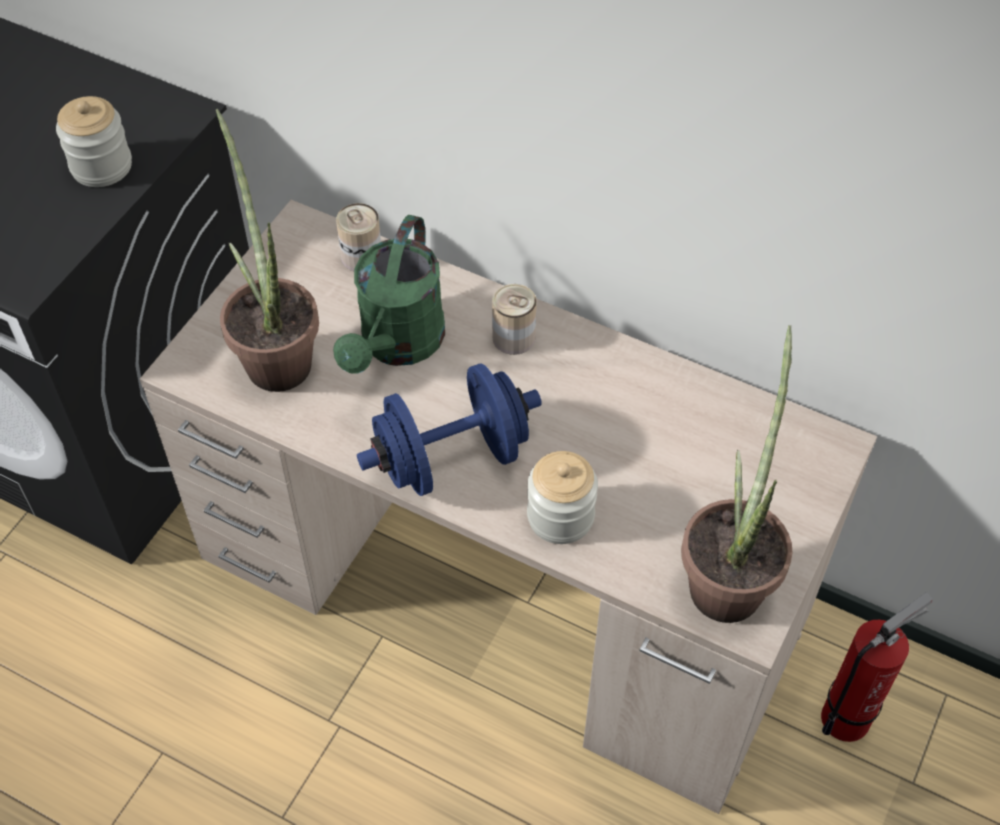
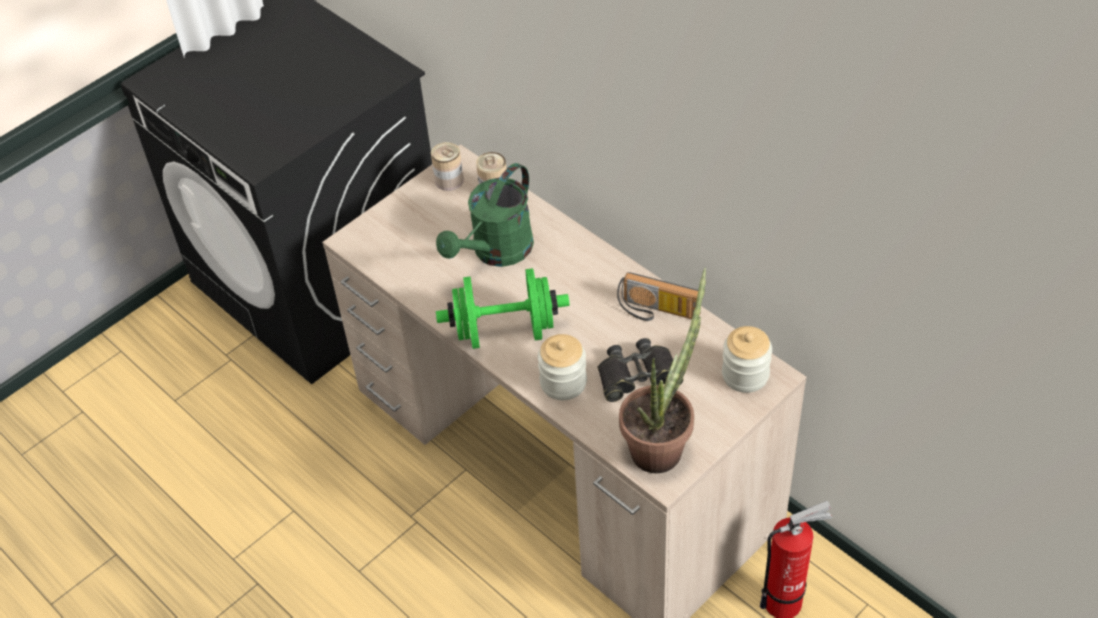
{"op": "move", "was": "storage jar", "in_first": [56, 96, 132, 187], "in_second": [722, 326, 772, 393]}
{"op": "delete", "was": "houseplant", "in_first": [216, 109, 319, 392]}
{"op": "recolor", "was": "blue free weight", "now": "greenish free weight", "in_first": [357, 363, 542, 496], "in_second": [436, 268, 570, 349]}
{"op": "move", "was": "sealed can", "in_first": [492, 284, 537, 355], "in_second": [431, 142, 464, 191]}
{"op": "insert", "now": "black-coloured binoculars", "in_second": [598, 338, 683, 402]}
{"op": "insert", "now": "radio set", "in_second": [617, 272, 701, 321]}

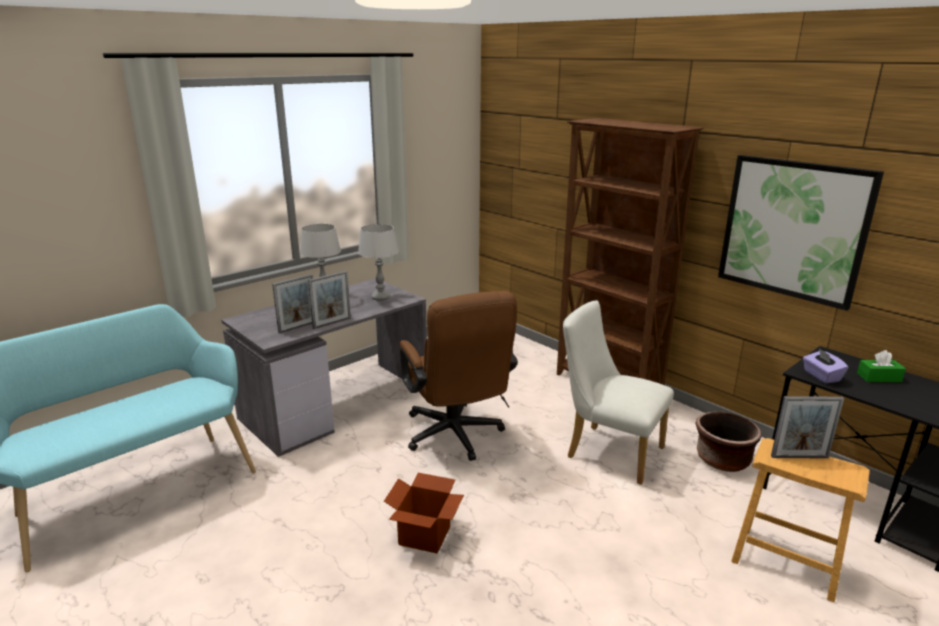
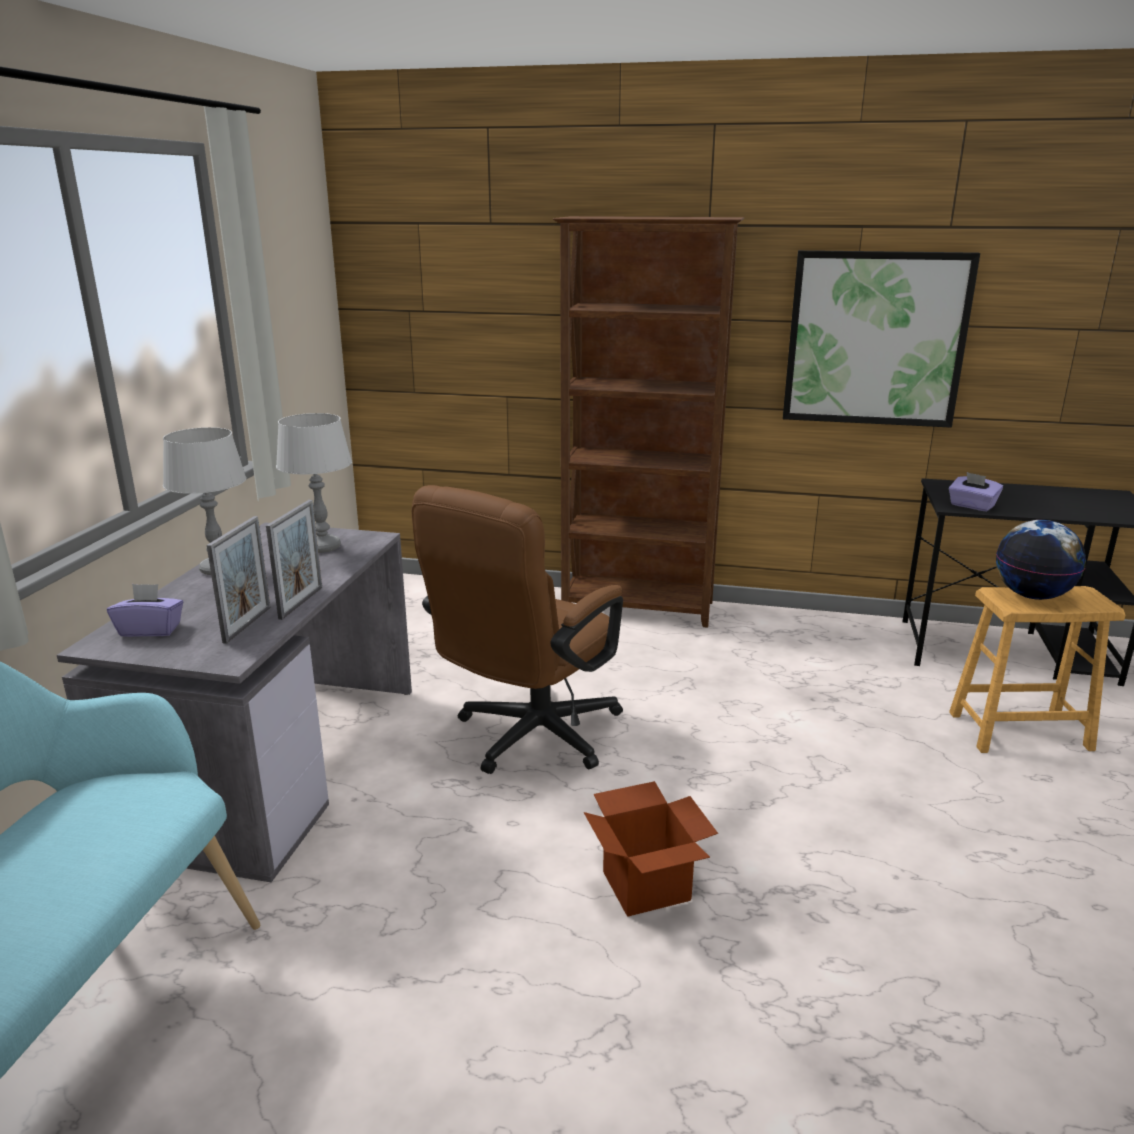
{"op": "rotate", "was": "brown-coloured computer chair", "in_first": [399, 291, 518, 461], "in_second": [412, 485, 623, 774], "clockwise": 90}
{"op": "delete", "was": "white-coloured chair", "in_first": [563, 300, 674, 485]}
{"op": "delete", "was": "brown-coloured flower pot", "in_first": [695, 411, 762, 472]}
{"op": "replace", "was": "standing frame", "now": "globe", "in_first": [771, 396, 844, 458], "in_second": [996, 520, 1086, 600]}
{"op": "delete", "was": "greenish tissue holder", "in_first": [857, 350, 906, 382]}
{"op": "insert", "now": "purple tissue holder", "in_second": [107, 584, 183, 637]}

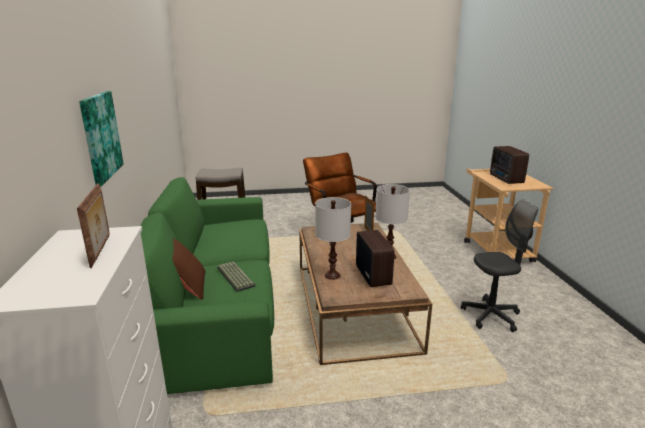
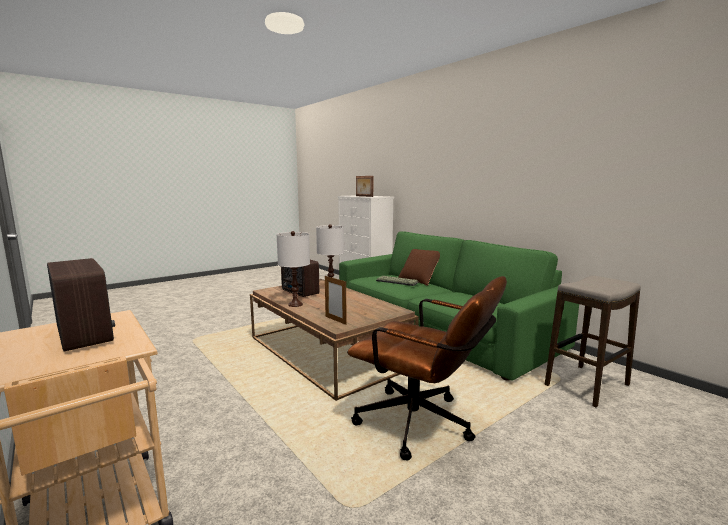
{"op": "delete", "was": "wall picture", "in_first": [79, 91, 124, 186]}
{"op": "delete", "was": "greyish computer chair", "in_first": [461, 200, 538, 332]}

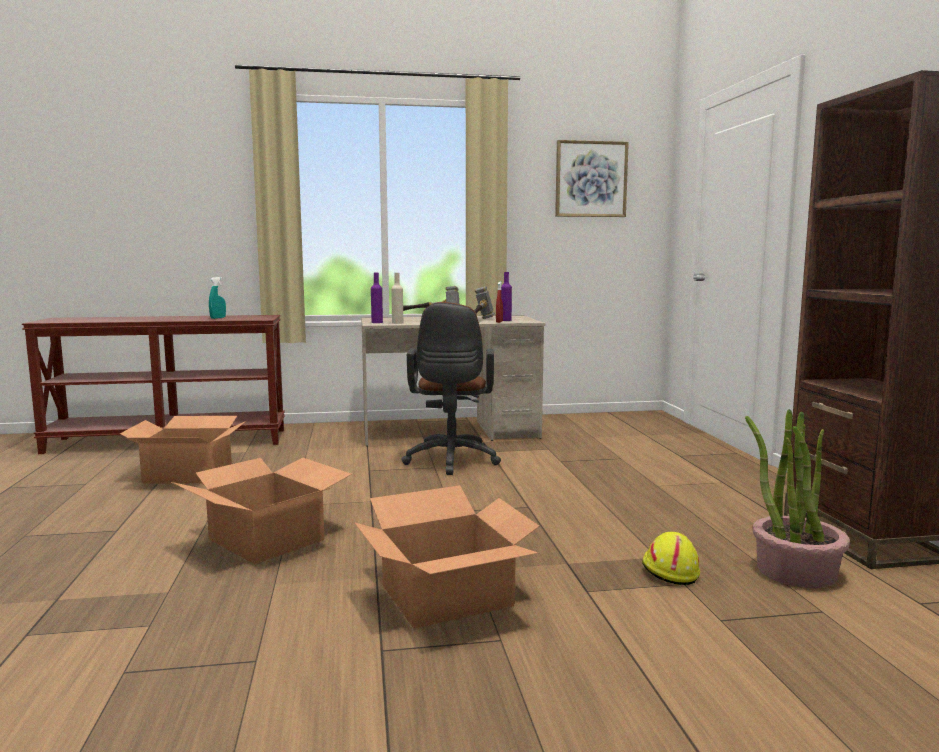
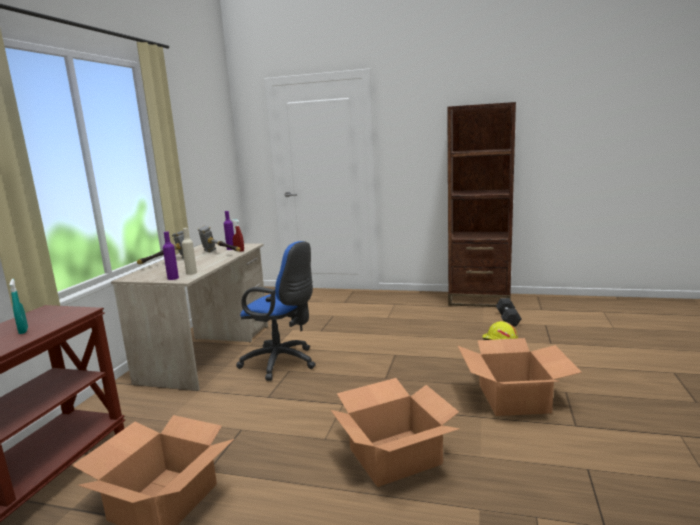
{"op": "recolor", "was": "brown-coloured computer chair", "now": "blue computer chair", "in_first": [401, 302, 501, 475], "in_second": [236, 241, 316, 381]}
{"op": "delete", "was": "wall picture", "in_first": [555, 140, 629, 217]}
{"op": "replace", "was": "houseplant", "now": "greyish free weight", "in_first": [745, 409, 850, 588], "in_second": [496, 298, 521, 327]}

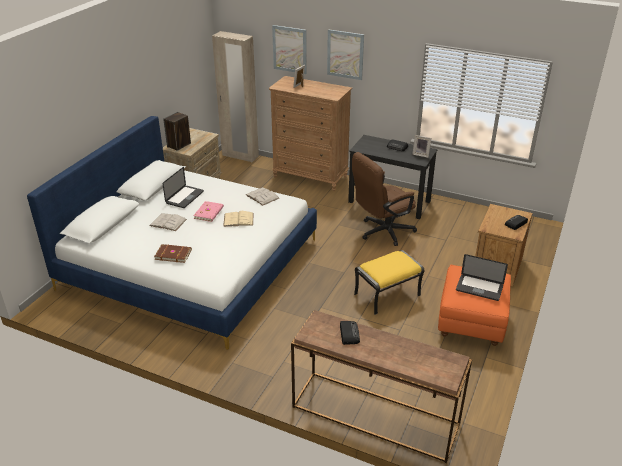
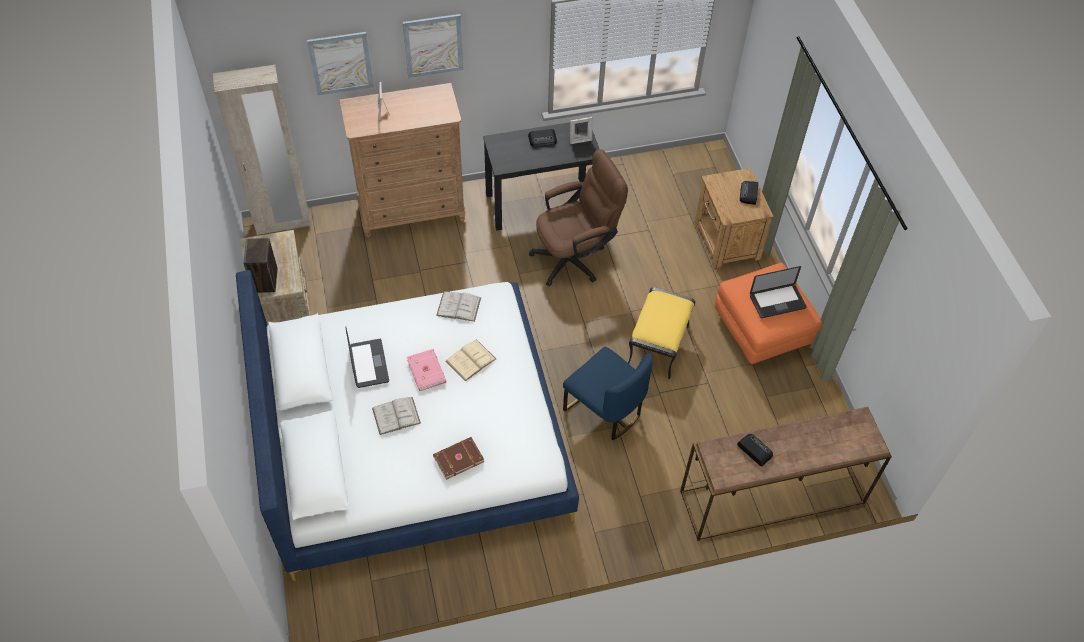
{"op": "rotate", "was": "brown-coloured computer chair", "in_first": [352, 152, 417, 246], "in_second": [529, 149, 628, 286], "clockwise": -135}
{"op": "insert", "now": "blue chair", "in_second": [563, 347, 653, 440]}

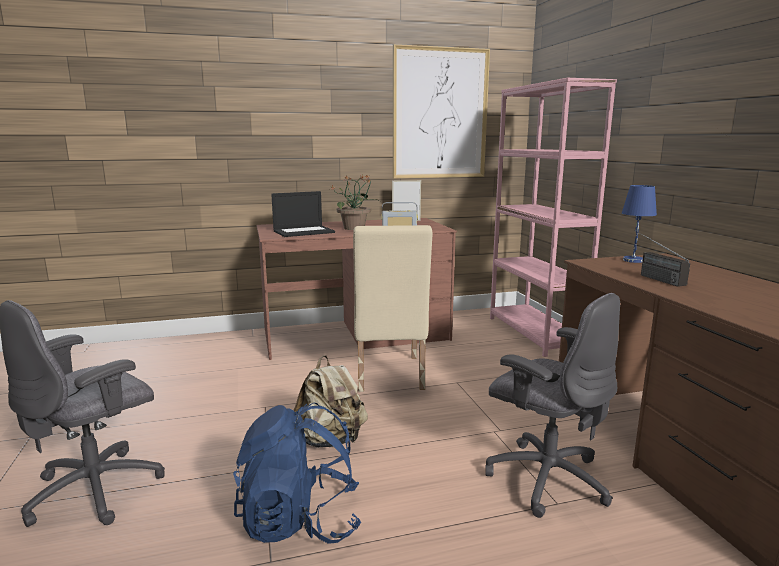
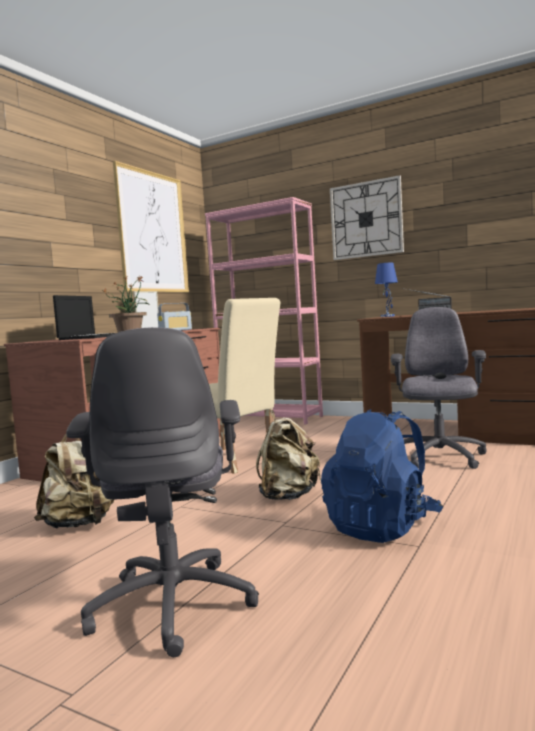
{"op": "rotate", "was": "greyish computer chair", "in_first": [485, 293, 620, 518], "in_second": [391, 307, 487, 469], "clockwise": -75}
{"op": "insert", "now": "beige backpack", "in_second": [34, 434, 114, 529]}
{"op": "insert", "now": "hanging clock", "in_second": [330, 175, 404, 260]}

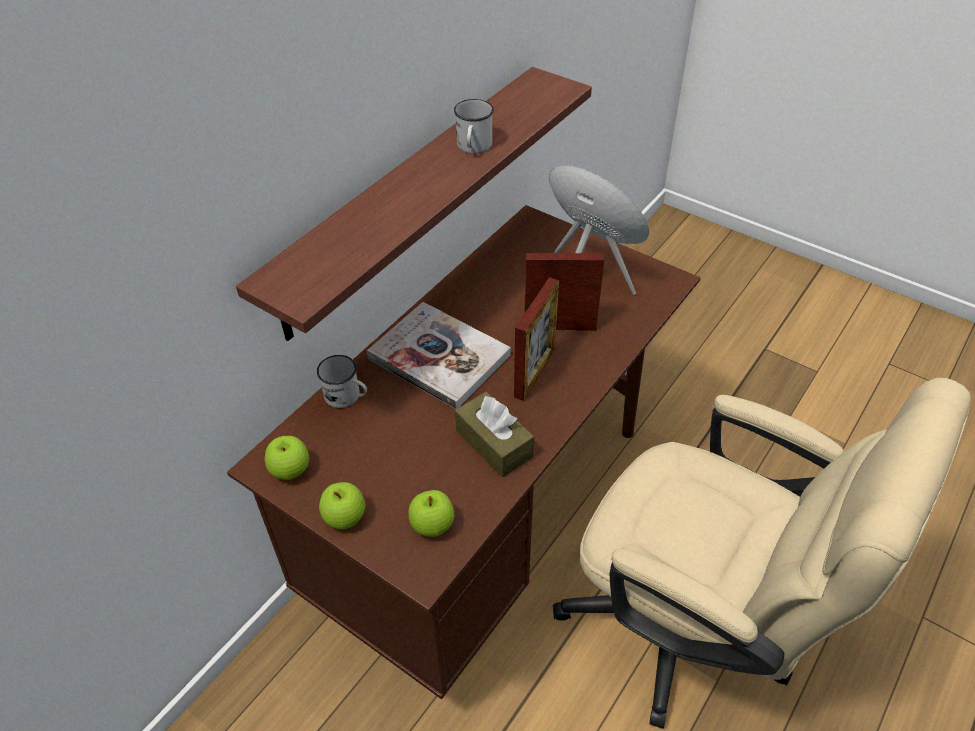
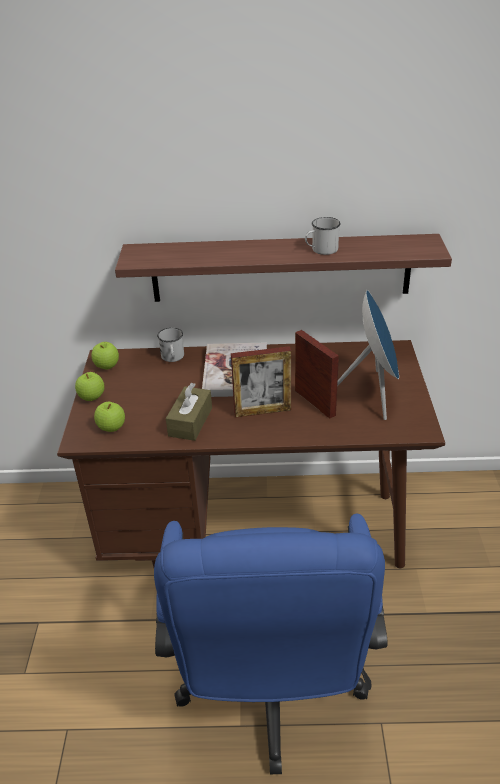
{"op": "recolor", "was": "beige computer chair", "now": "blue computer chair", "in_first": [553, 378, 971, 729], "in_second": [154, 514, 388, 774]}

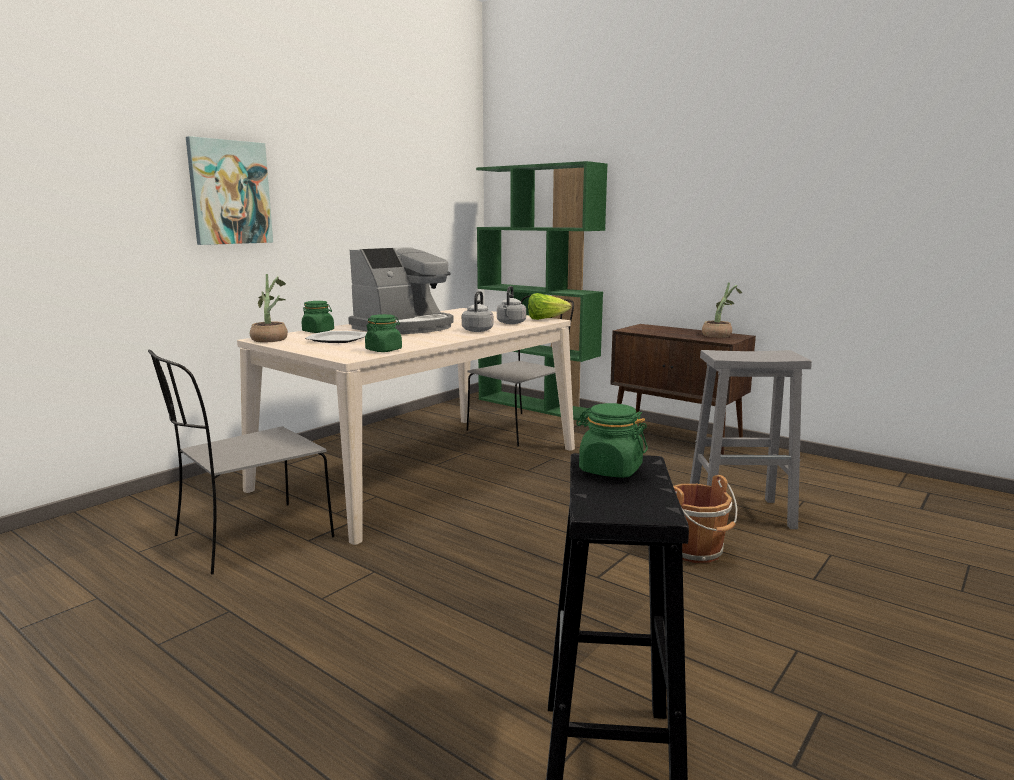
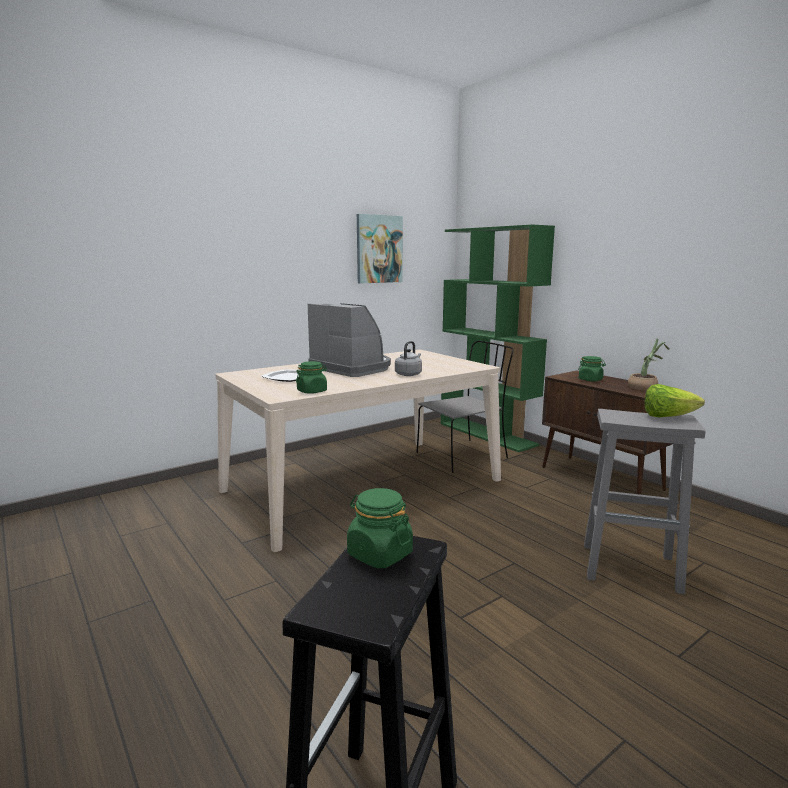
{"op": "delete", "was": "greyish chair", "in_first": [148, 349, 334, 575]}
{"op": "move", "was": "wall picture", "in_first": [186, 136, 273, 245], "in_second": [357, 214, 403, 283]}
{"op": "delete", "was": "houseplant", "in_first": [250, 274, 288, 342]}
{"op": "move", "was": "greenish storage jar", "in_first": [302, 301, 334, 333], "in_second": [578, 356, 606, 381]}
{"op": "rotate", "was": "coffee machine", "in_first": [348, 247, 454, 334], "in_second": [308, 303, 391, 377], "clockwise": -105}
{"op": "delete", "was": "greyish tea kettle", "in_first": [497, 286, 526, 324]}
{"op": "move", "was": "lettuce head", "in_first": [528, 293, 571, 320], "in_second": [644, 384, 705, 418]}
{"op": "delete", "was": "brown-coloured pail", "in_first": [673, 475, 737, 563]}

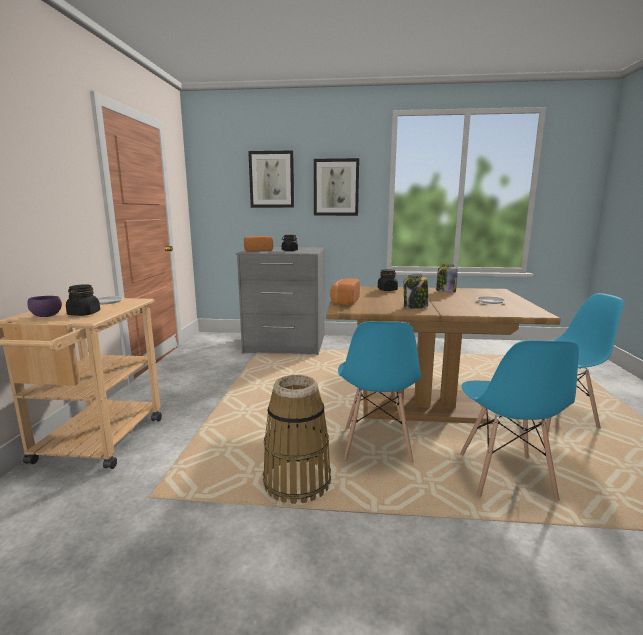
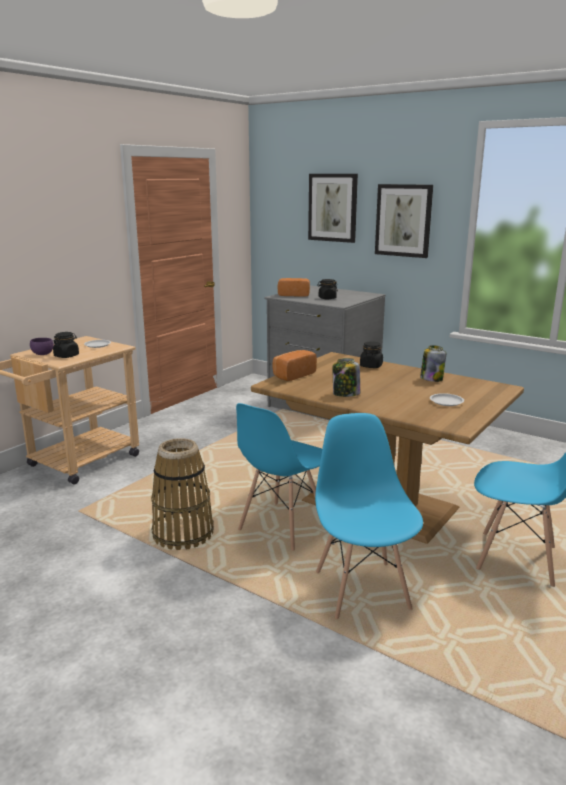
{"op": "rotate", "was": "blue chair", "in_first": [460, 340, 579, 501], "in_second": [315, 413, 423, 619], "clockwise": 135}

